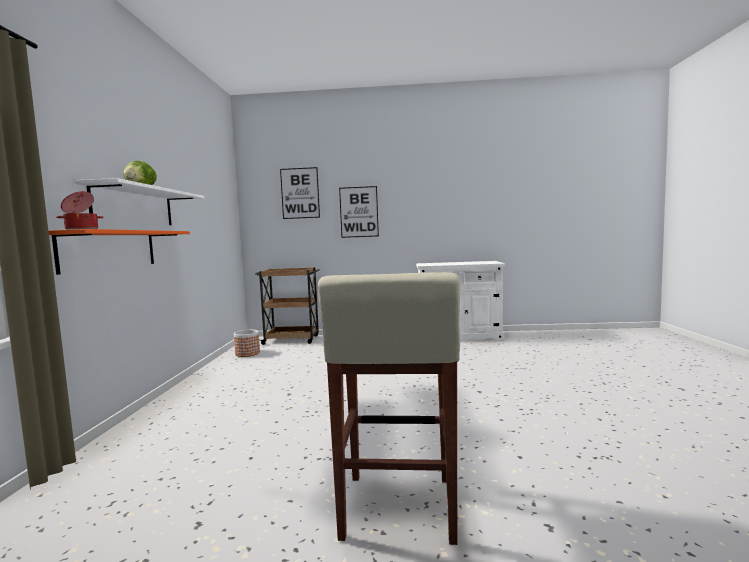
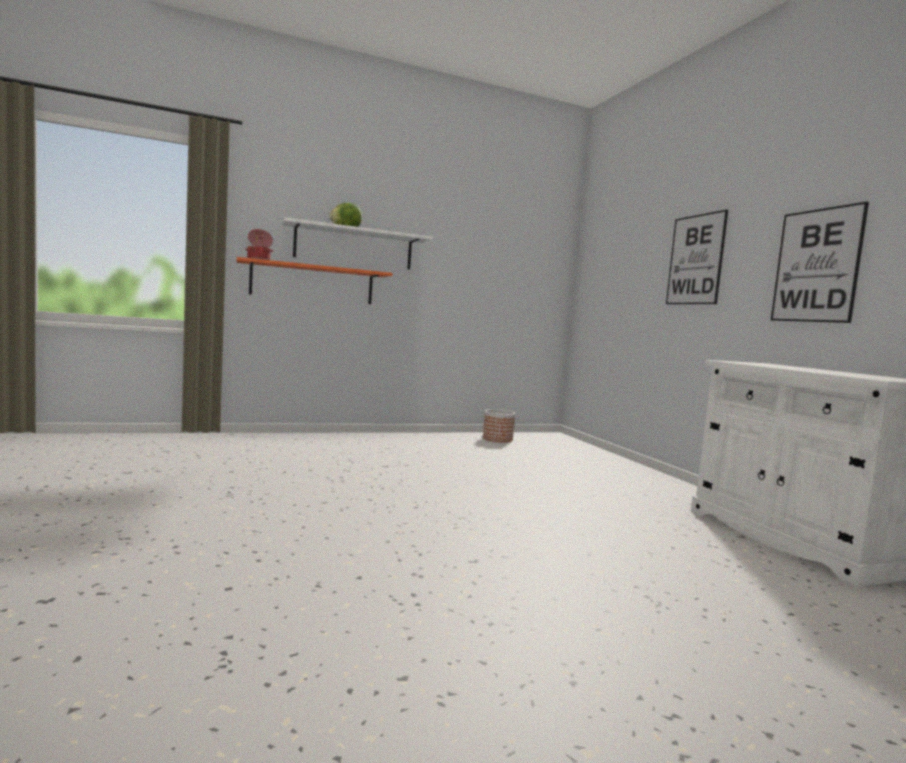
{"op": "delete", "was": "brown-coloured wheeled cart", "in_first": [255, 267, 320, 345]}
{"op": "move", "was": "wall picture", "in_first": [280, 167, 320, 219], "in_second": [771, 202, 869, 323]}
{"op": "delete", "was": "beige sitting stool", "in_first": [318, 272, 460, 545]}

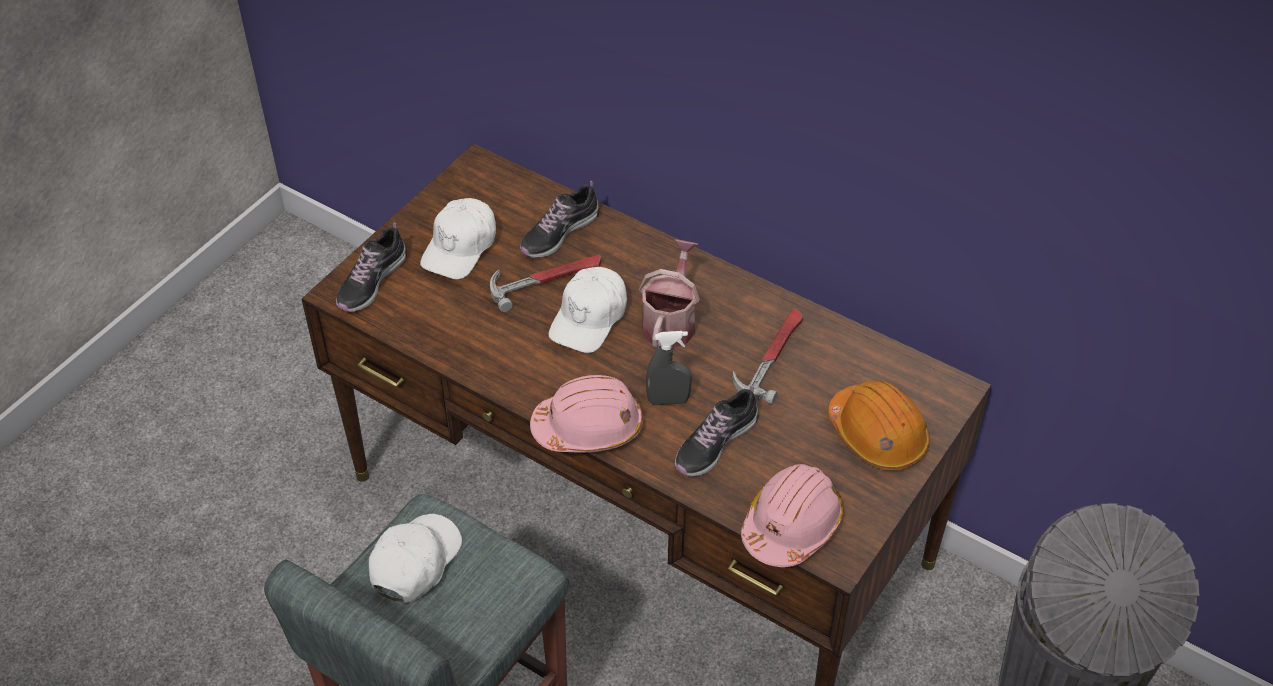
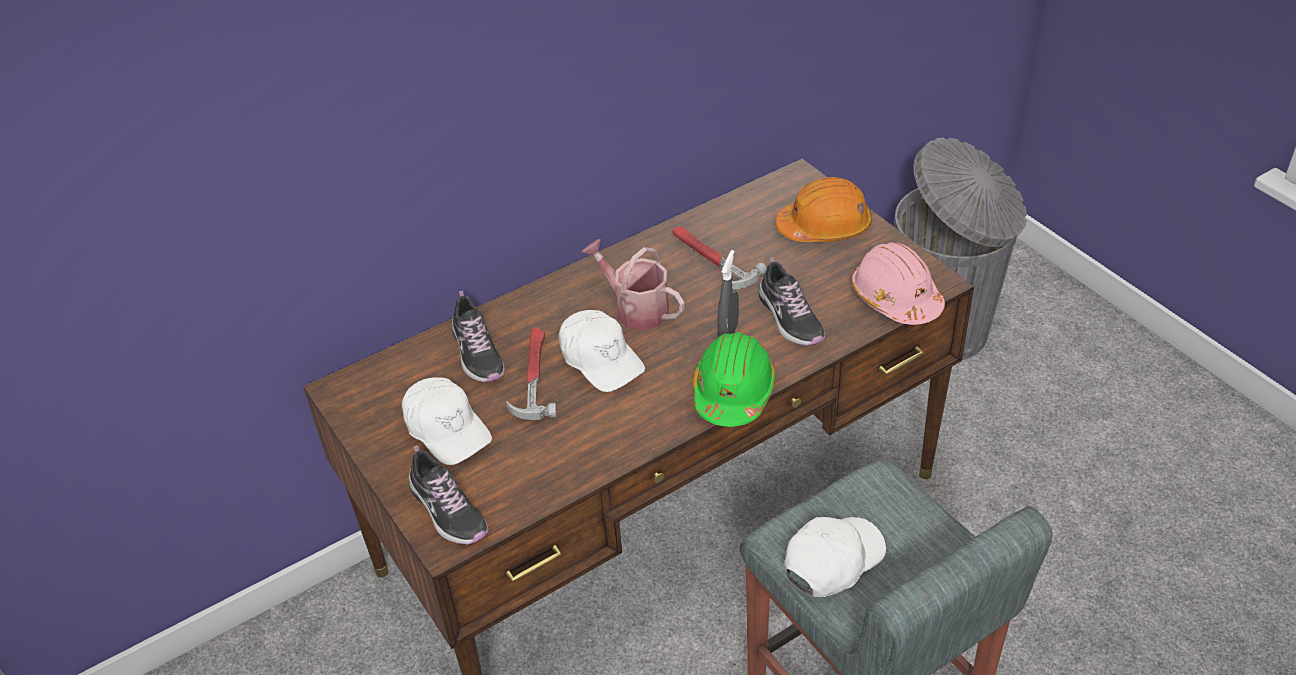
{"op": "rotate", "was": "white-coloured peaked cap", "in_first": [369, 514, 462, 603], "in_second": [784, 517, 886, 597], "clockwise": 90}
{"op": "recolor", "was": "pinkish hard hat", "now": "greenish hard hat", "in_first": [530, 375, 643, 453], "in_second": [692, 332, 776, 427]}

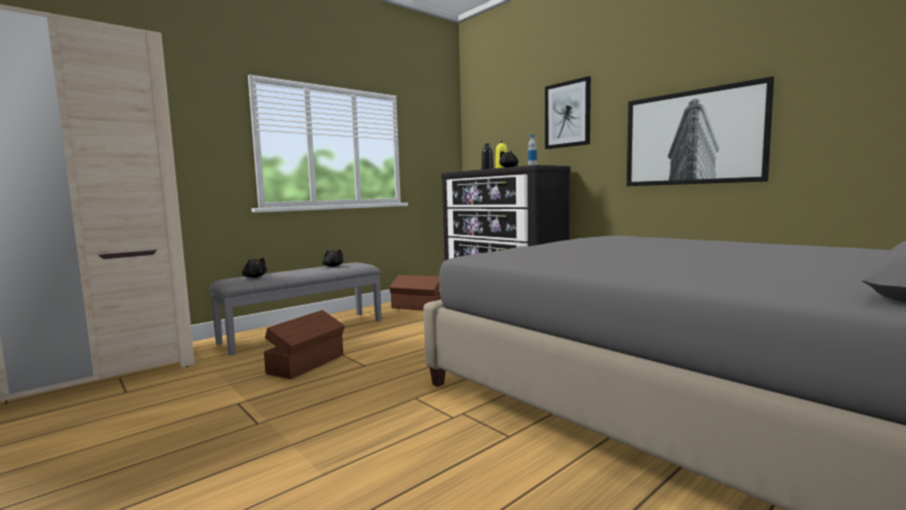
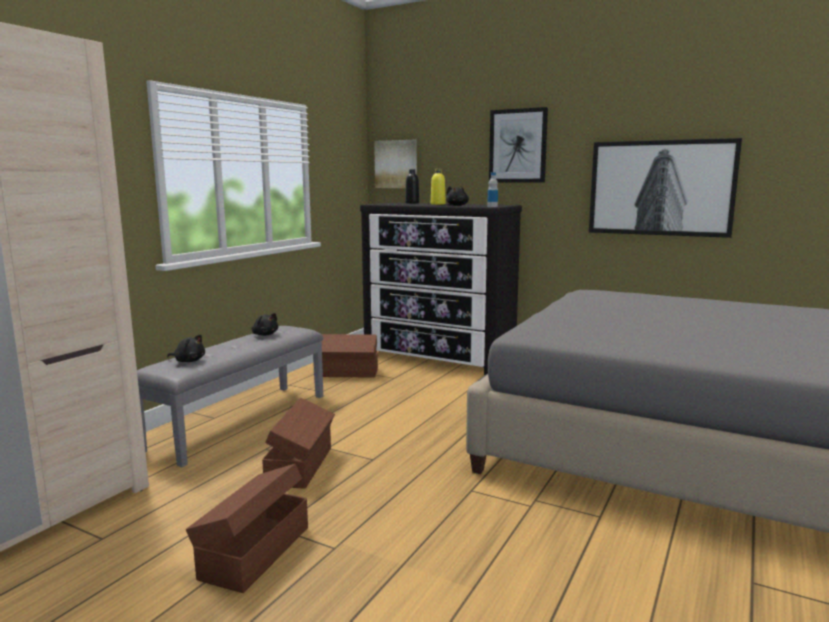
{"op": "insert", "now": "brown-coloured storage bin", "in_second": [186, 464, 308, 593]}
{"op": "insert", "now": "wall picture", "in_second": [374, 140, 417, 188]}

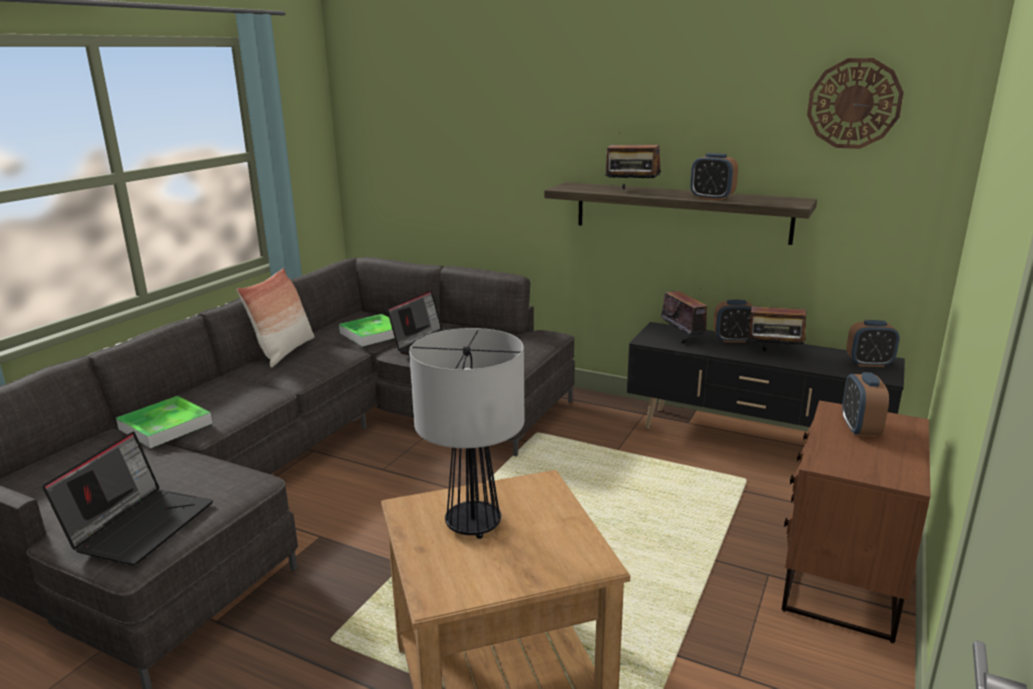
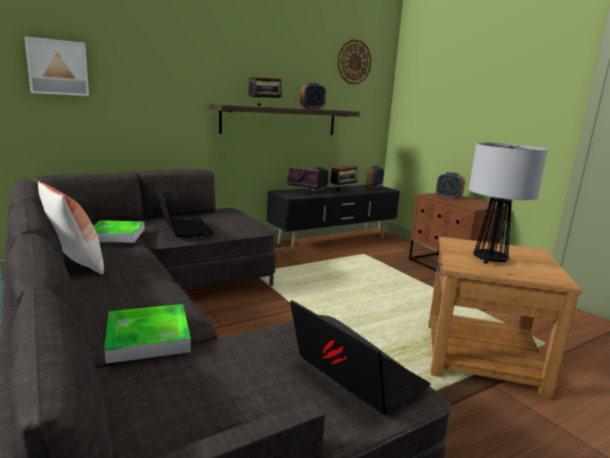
{"op": "insert", "now": "wall picture", "in_second": [25, 36, 89, 96]}

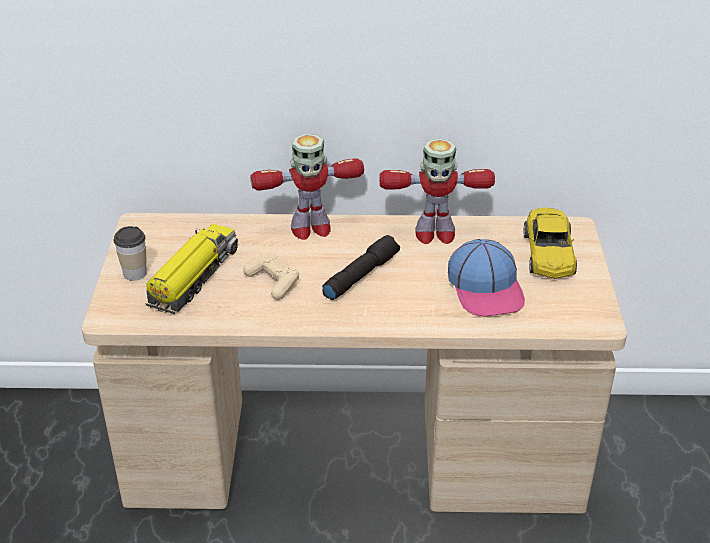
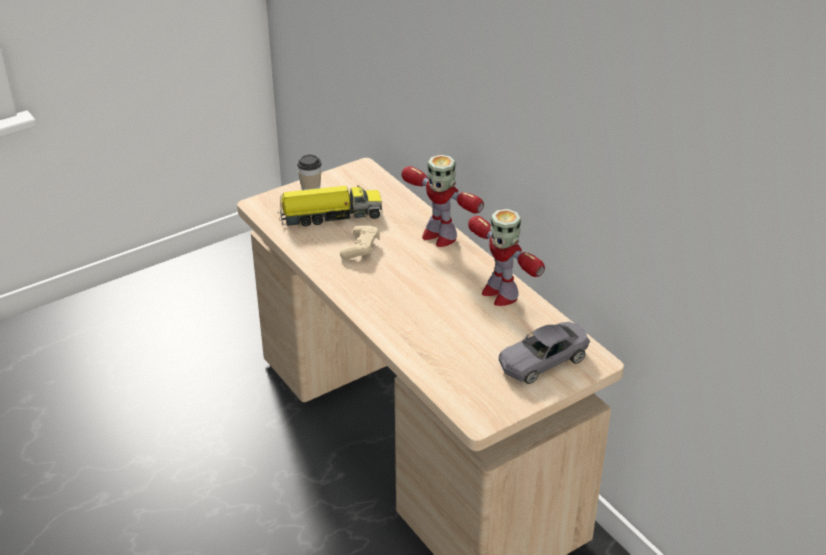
{"op": "delete", "was": "black-coloured hand torch", "in_first": [322, 235, 400, 300]}
{"op": "delete", "was": "peaked cap", "in_first": [448, 239, 525, 317]}
{"op": "recolor", "was": "yellow miniature car", "now": "greyish miniature car", "in_first": [524, 208, 577, 279], "in_second": [499, 322, 590, 384]}

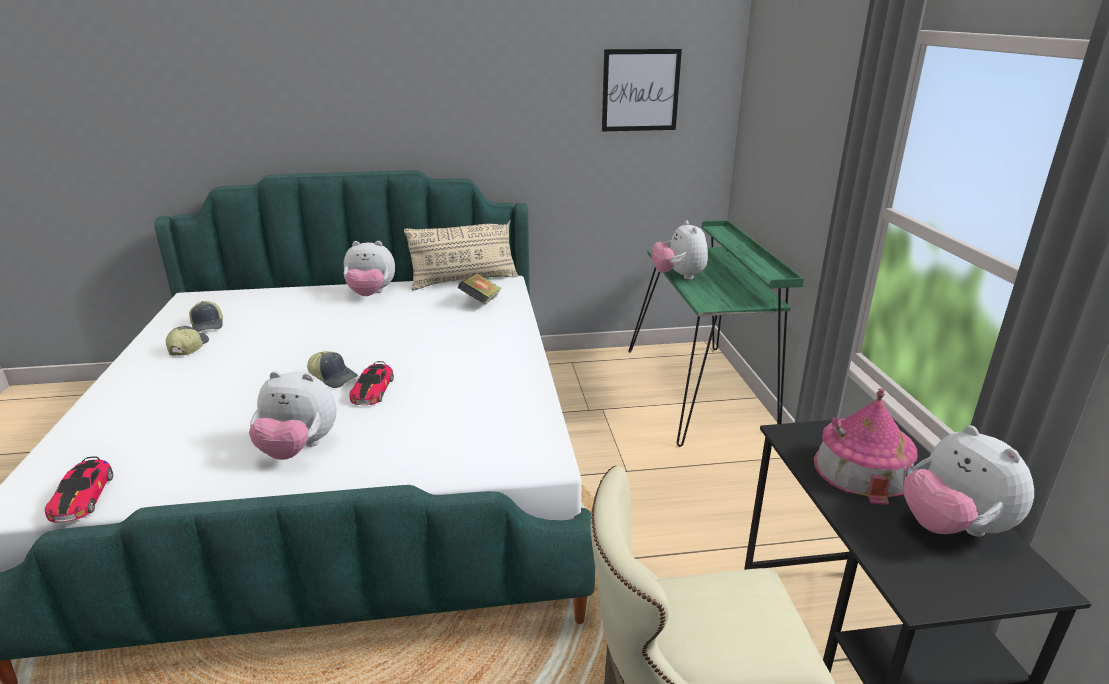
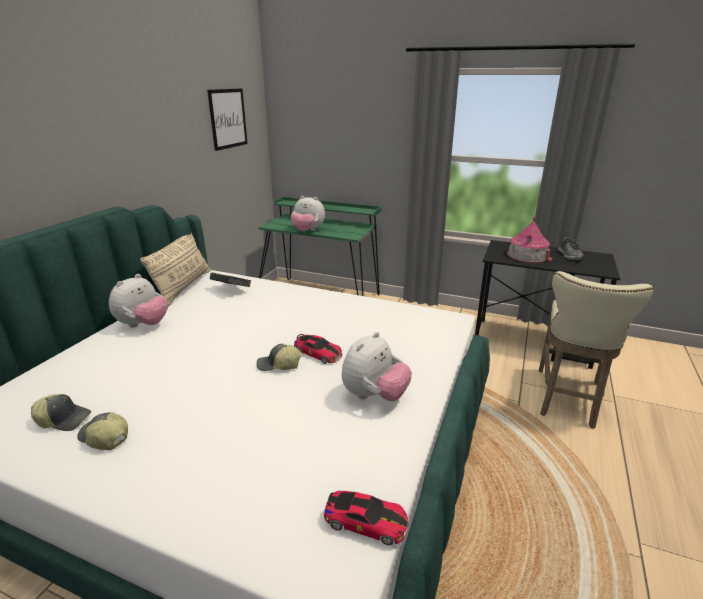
{"op": "rotate", "was": "peaked cap", "in_first": [307, 351, 358, 388], "in_second": [256, 344, 302, 371], "clockwise": -150}
{"op": "replace", "was": "cuddly toy", "now": "item of footwear", "in_first": [903, 425, 1034, 537], "in_second": [558, 238, 584, 260]}

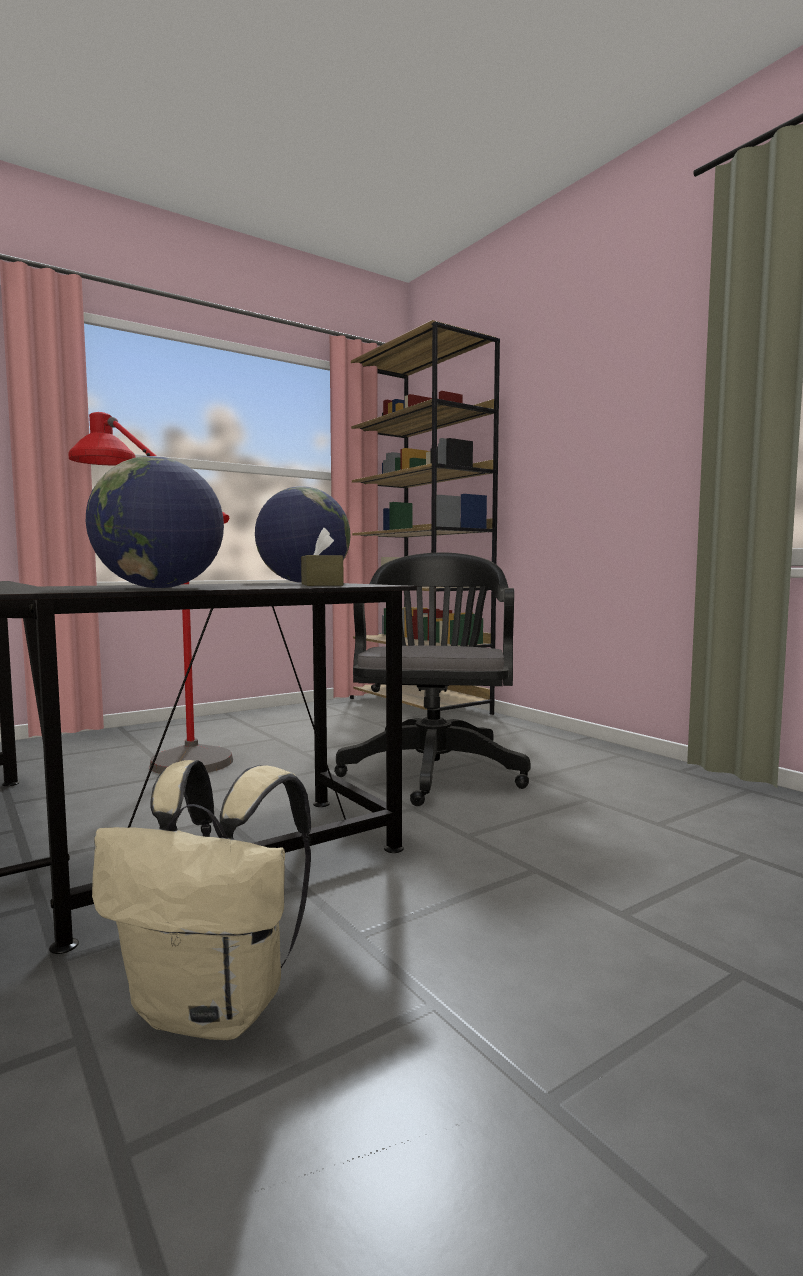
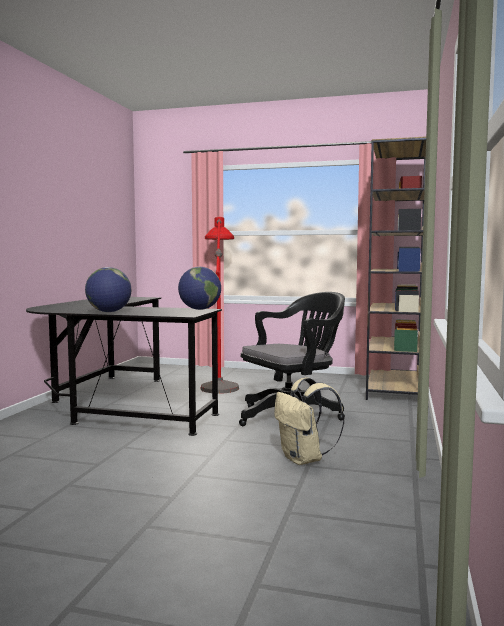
{"op": "move", "was": "beige backpack", "in_first": [92, 760, 311, 1040], "in_second": [274, 377, 344, 465]}
{"op": "delete", "was": "brown-coloured tissue holder", "in_first": [301, 527, 344, 586]}

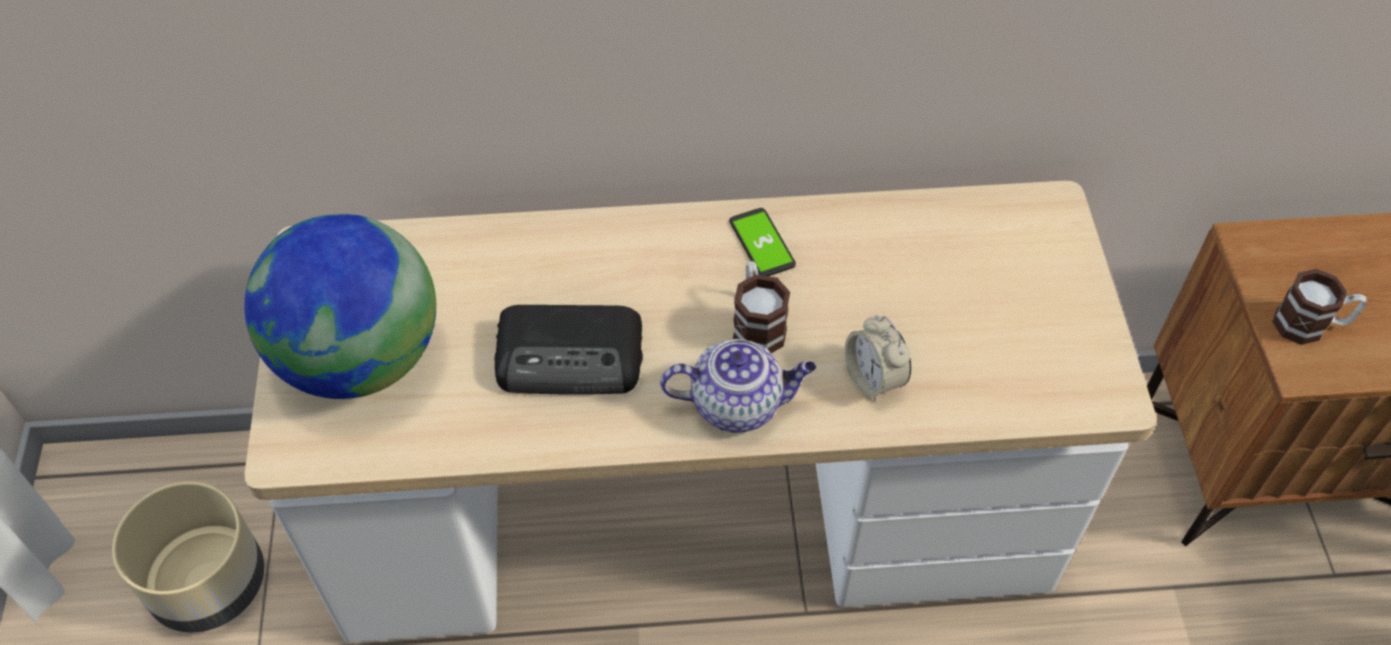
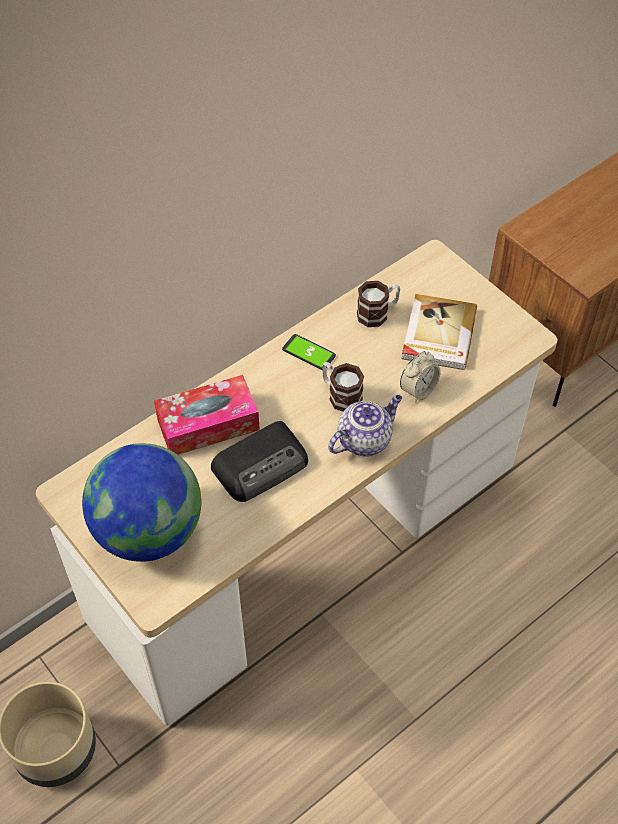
{"op": "rotate", "was": "bedside clock", "in_first": [845, 315, 911, 402], "in_second": [400, 351, 441, 402], "clockwise": -75}
{"op": "move", "was": "mug", "in_first": [1272, 269, 1367, 345], "in_second": [357, 281, 400, 327]}
{"op": "insert", "now": "tissue holder", "in_second": [154, 375, 260, 455]}
{"op": "insert", "now": "book", "in_second": [402, 294, 477, 370]}

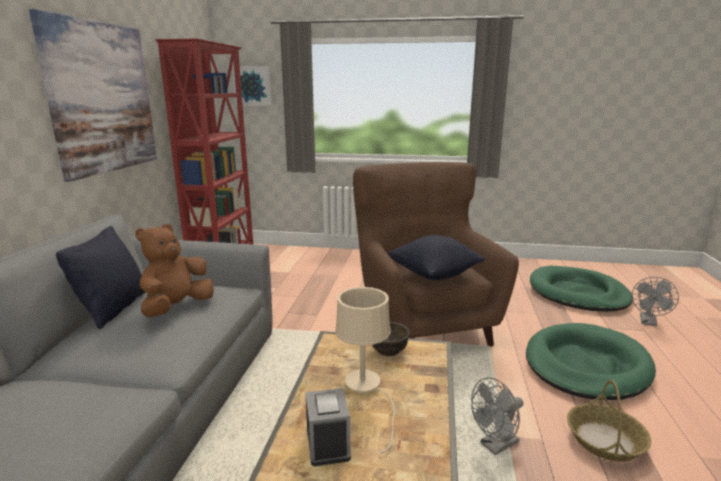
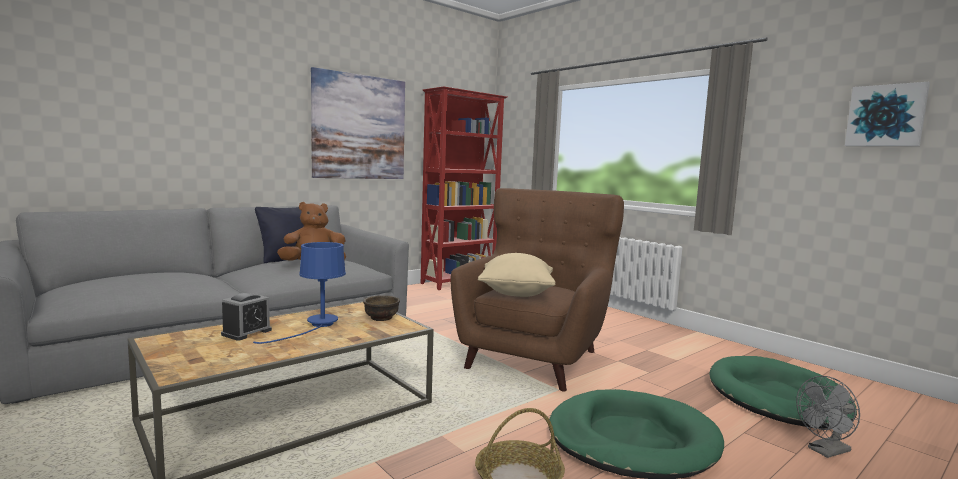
{"op": "move", "was": "wall picture", "in_first": [232, 66, 272, 106], "in_second": [845, 82, 930, 146]}
{"op": "recolor", "was": "beige lamp for a table", "now": "blue lamp for a table", "in_first": [335, 287, 395, 453], "in_second": [253, 242, 346, 344]}
{"op": "recolor", "was": "black-coloured throw pillow", "now": "beige throw pillow", "in_first": [388, 235, 484, 280], "in_second": [478, 253, 555, 297]}
{"op": "delete", "was": "greyish electric fan", "in_first": [471, 377, 523, 455]}

